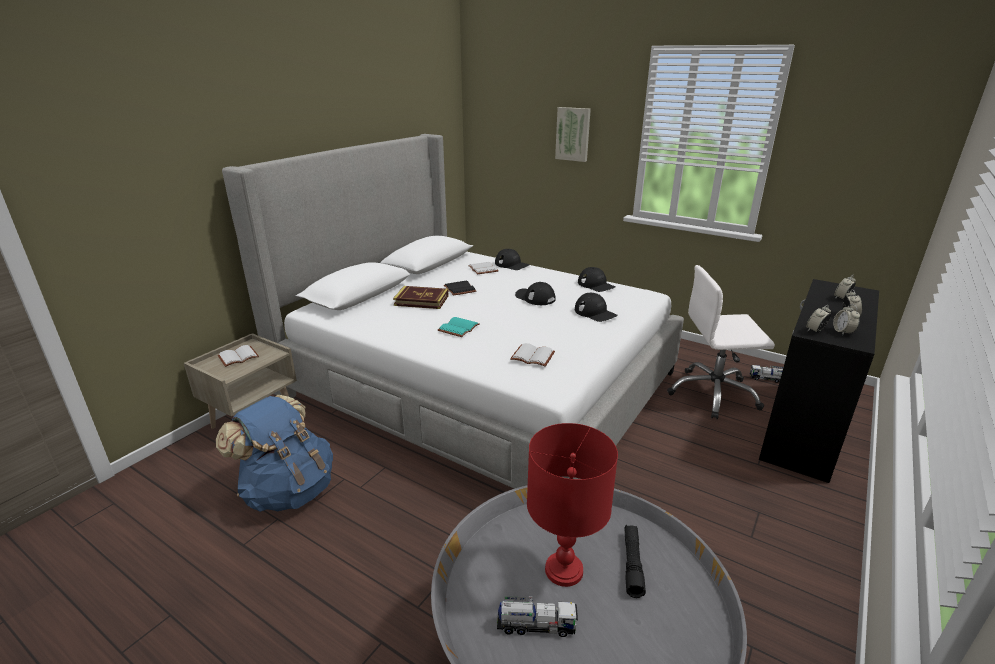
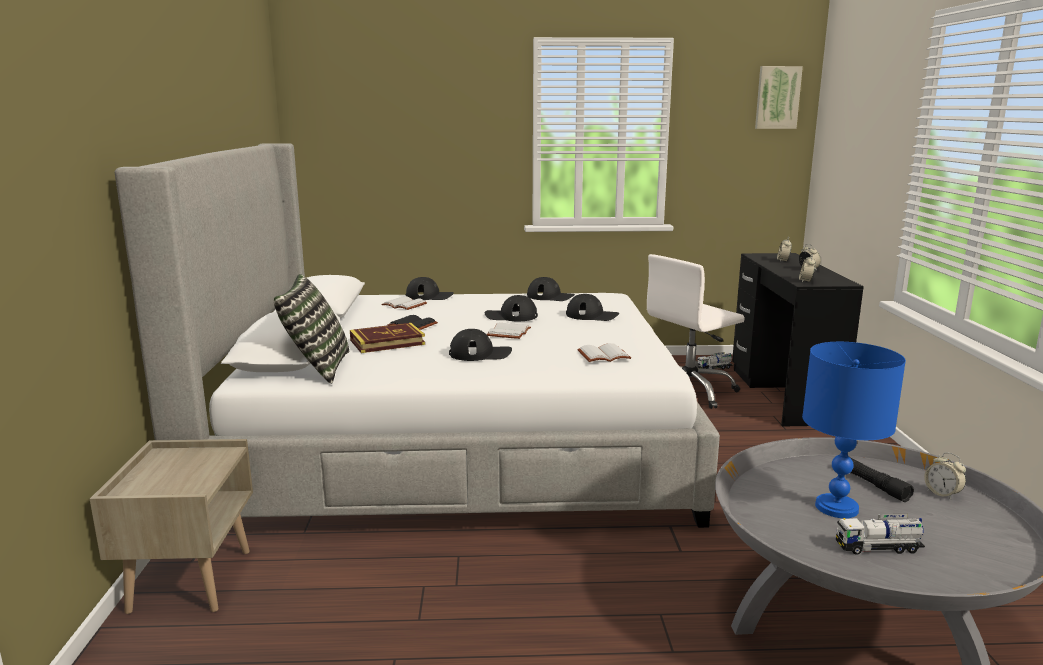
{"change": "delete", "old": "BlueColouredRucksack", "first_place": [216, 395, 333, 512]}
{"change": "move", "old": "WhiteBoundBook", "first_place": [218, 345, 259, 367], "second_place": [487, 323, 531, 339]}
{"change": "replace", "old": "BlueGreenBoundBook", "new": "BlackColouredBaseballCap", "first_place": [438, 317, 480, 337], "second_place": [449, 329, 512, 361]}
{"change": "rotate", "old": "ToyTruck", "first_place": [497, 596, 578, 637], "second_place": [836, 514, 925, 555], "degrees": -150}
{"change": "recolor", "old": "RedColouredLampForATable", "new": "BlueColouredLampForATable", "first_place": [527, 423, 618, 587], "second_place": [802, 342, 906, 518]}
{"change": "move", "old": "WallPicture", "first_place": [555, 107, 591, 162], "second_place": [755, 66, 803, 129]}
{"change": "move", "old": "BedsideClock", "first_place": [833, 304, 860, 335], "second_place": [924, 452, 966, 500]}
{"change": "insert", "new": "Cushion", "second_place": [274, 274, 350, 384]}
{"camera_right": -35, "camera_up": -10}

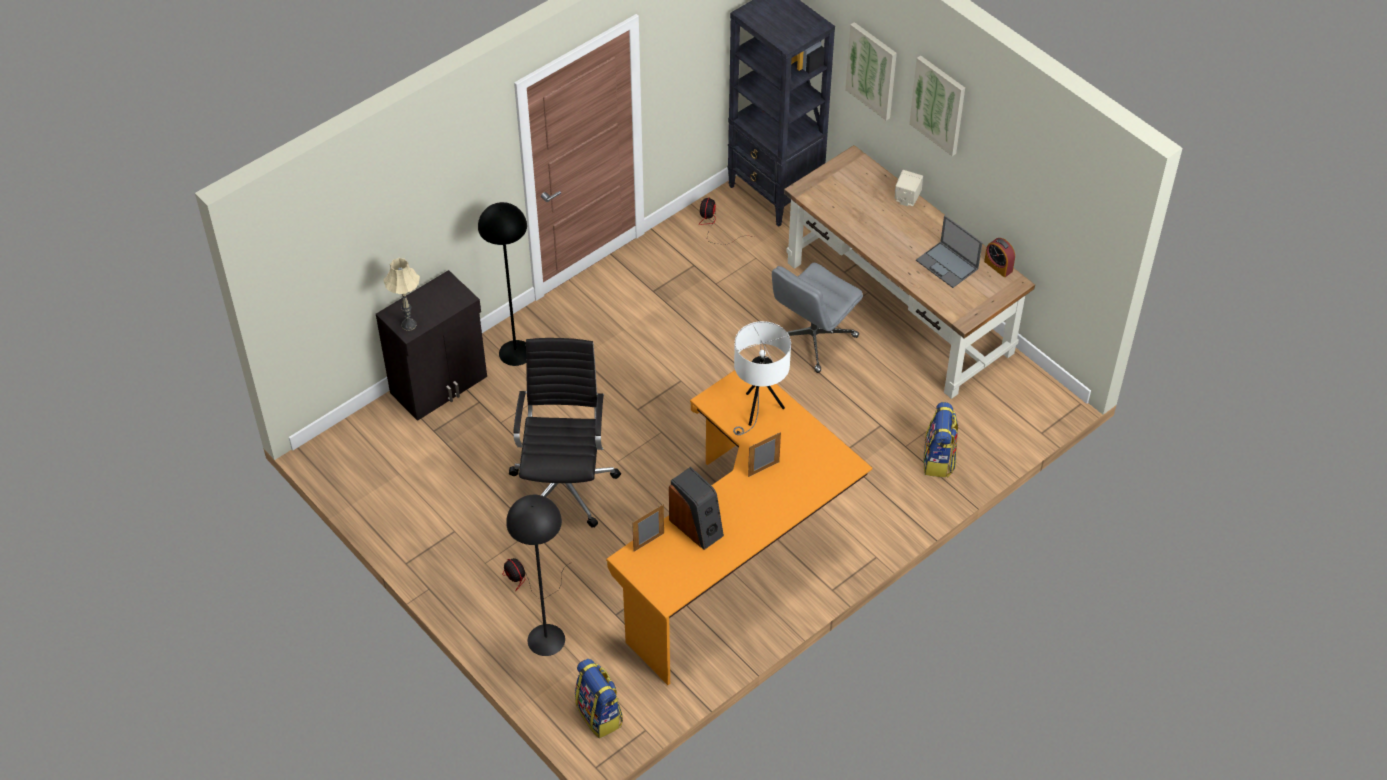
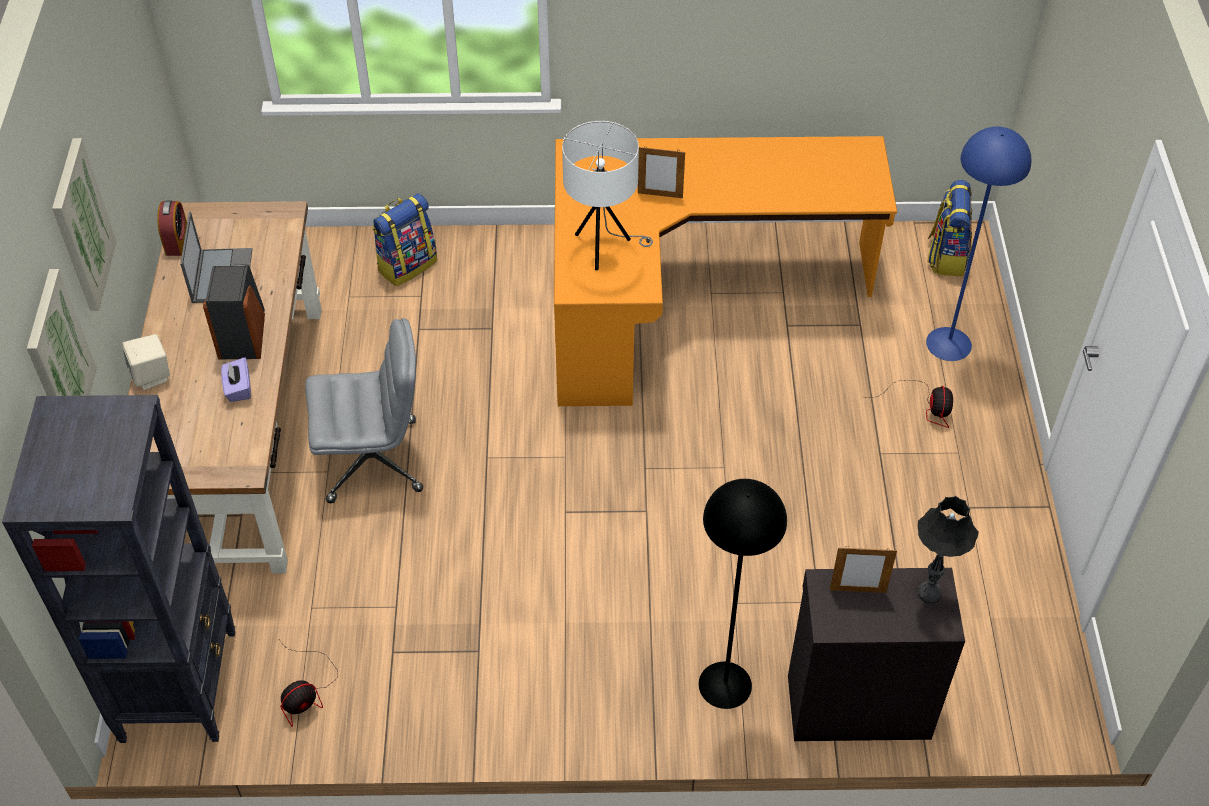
{"change": "recolor", "old": "SandColouredLampForATable", "new": "BlackColouredLampForATable", "first_place": [383, 258, 420, 331], "second_place": [917, 496, 979, 603]}
{"change": "recolor", "old": "BlackColouredStandardLamp", "new": "BlueColouredStandardLamp", "first_place": [506, 495, 565, 656], "second_place": [926, 127, 1031, 361]}
{"change": "delete", "old": "BlackColouredDeskChair", "first_place": [509, 338, 621, 528]}
{"change": "move", "old": "PhotoFrame", "first_place": [632, 504, 664, 552], "second_place": [830, 546, 897, 593]}
{"change": "move", "old": "AudioSpeaker", "first_place": [669, 467, 724, 550], "second_place": [203, 266, 265, 359]}
{"change": "insert", "new": "PurplishBoxOfTissues", "second_place": [221, 357, 251, 402]}
{"camera_right": -140, "camera_up": 0}

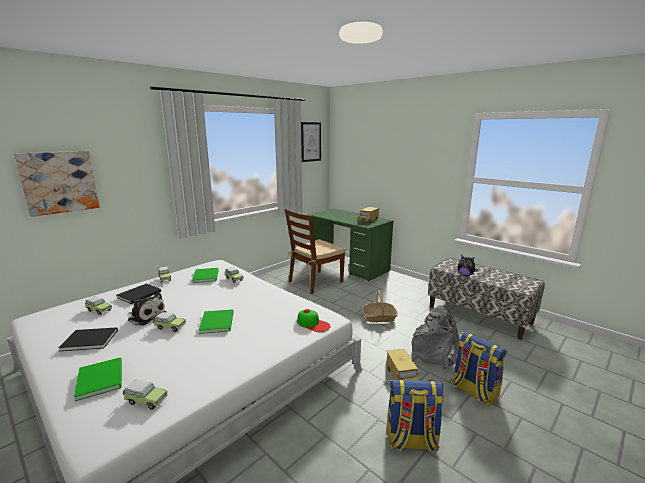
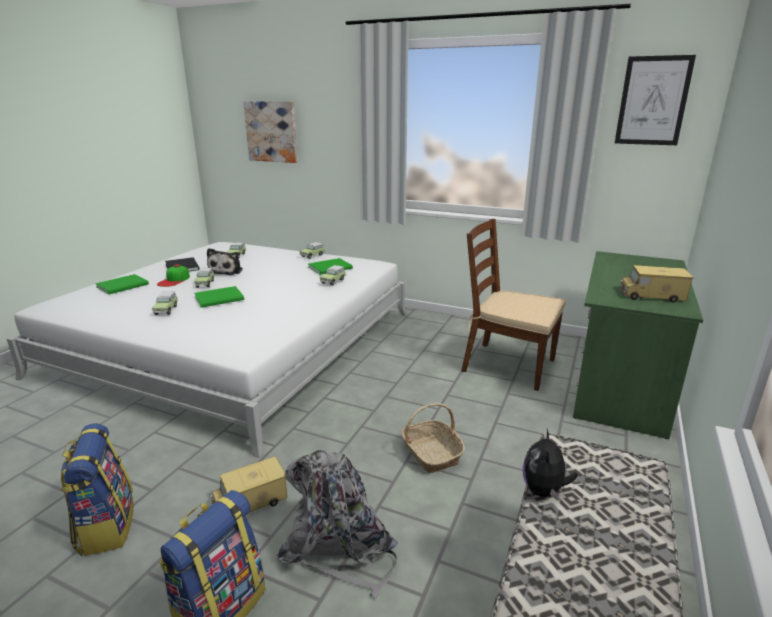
{"change": "delete", "old": "BlackColouredBoundBook", "first_place": [117, 284, 161, 304]}
{"change": "move", "old": "ToyCar", "first_place": [123, 379, 168, 410], "second_place": [152, 291, 178, 315]}
{"change": "move", "old": "BaseballCap", "first_place": [297, 309, 331, 332], "second_place": [157, 264, 190, 287]}
{"camera_right": 70, "camera_up": 5}

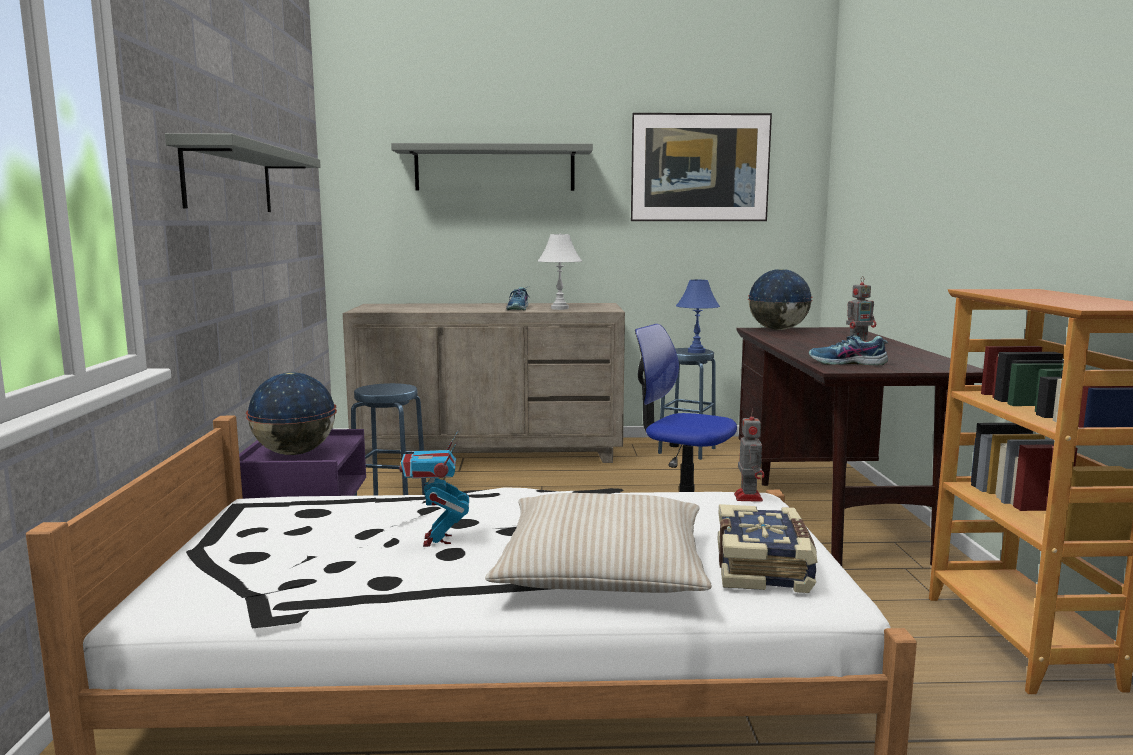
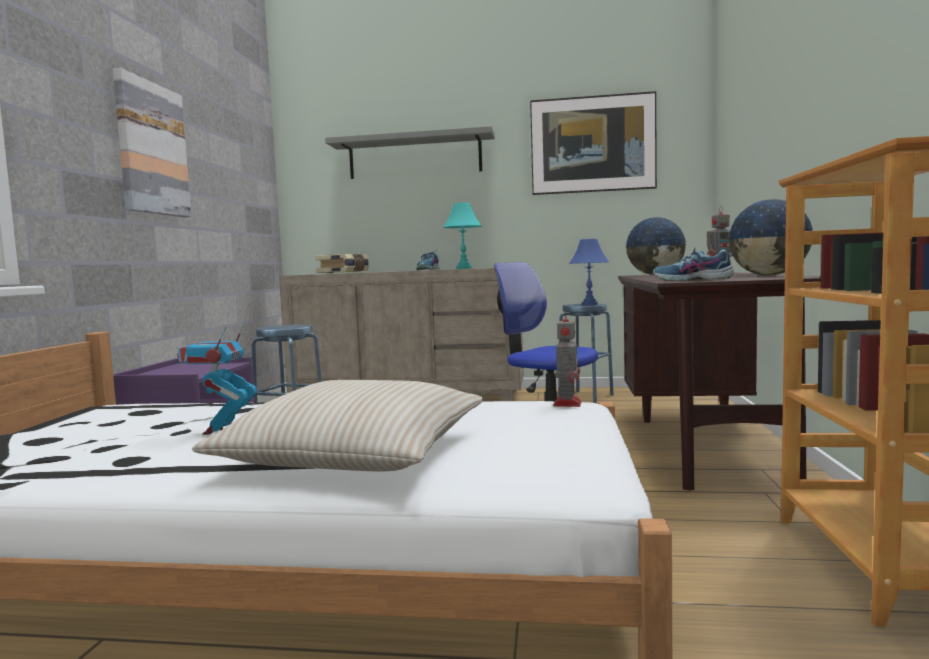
{"change": "replace", "old": "GreyWallShelf", "new": "WallPicture", "first_place": [165, 133, 321, 212], "second_place": [113, 68, 191, 217]}
{"change": "move", "old": "WorldGlobe", "first_place": [246, 372, 337, 455], "second_place": [728, 199, 813, 276]}
{"change": "recolor", "old": "WhiteLampForATable", "new": "BlueGreenLampForATable", "first_place": [538, 234, 582, 310], "second_place": [443, 202, 482, 269]}
{"change": "move", "old": "BoundBook", "first_place": [718, 504, 817, 593], "second_place": [315, 253, 369, 274]}
{"camera_right": 10, "camera_up": -5}

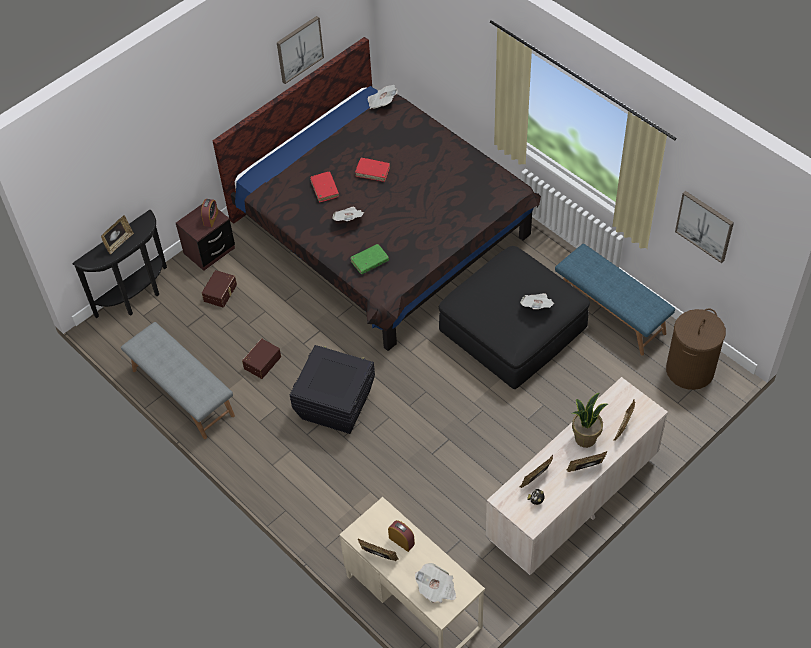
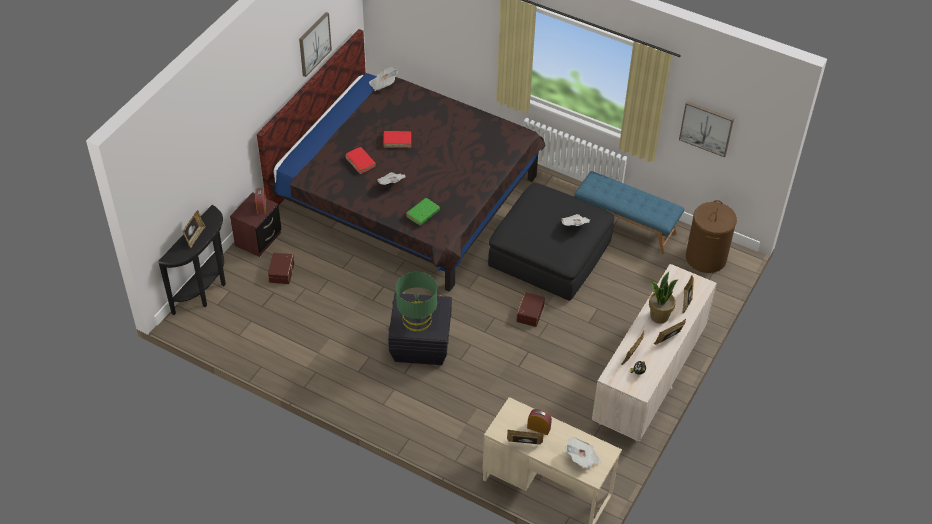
{"change": "delete", "old": "GreyLongSeat", "first_place": [121, 322, 235, 439]}
{"change": "move", "old": "BrownStorageBox", "first_place": [242, 338, 281, 379], "second_place": [516, 292, 545, 327]}
{"change": "insert", "new": "GreenColouredLampForATable", "second_place": [396, 272, 437, 331]}
{"camera_right": -20, "camera_up": -5}

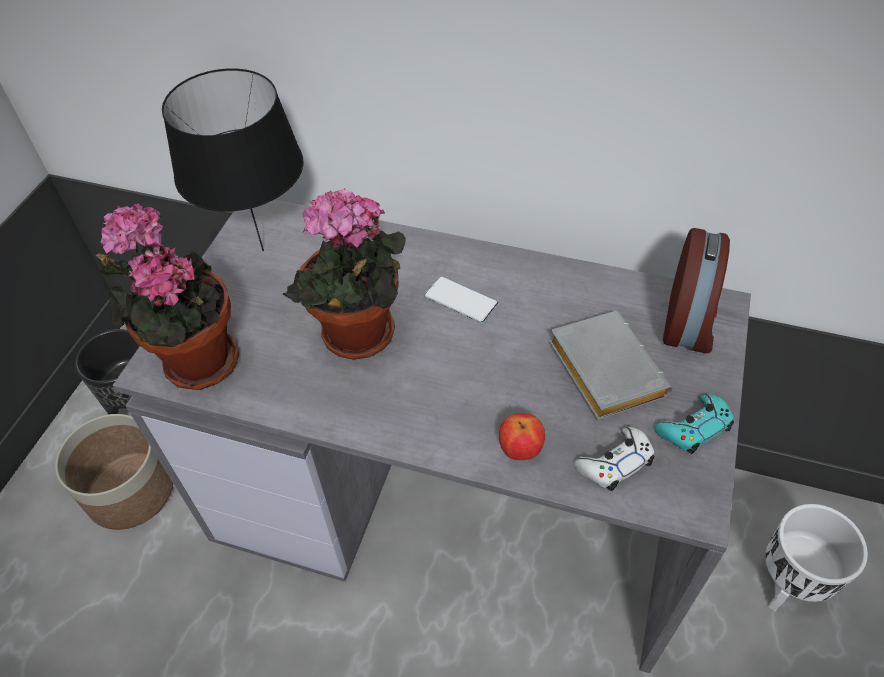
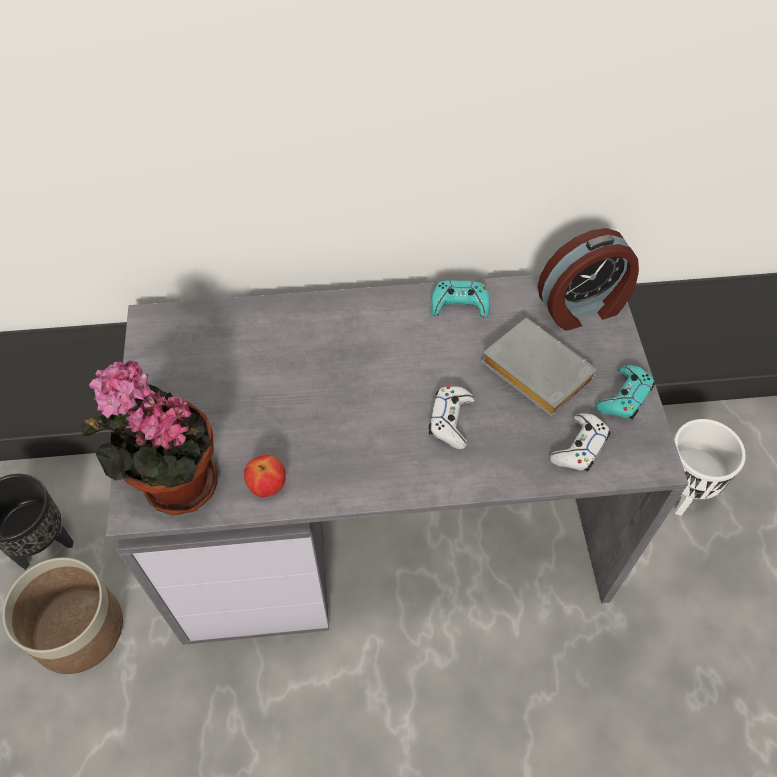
{"change": "delete", "old": "BlackColouredLampForATable", "first_place": [162, 69, 303, 251]}
{"change": "delete", "old": "PottedPlant", "first_place": [283, 189, 406, 360]}
{"change": "delete", "old": "Telephone", "first_place": [424, 276, 498, 323]}
{"change": "move", "old": "Apple", "first_place": [499, 413, 545, 460], "second_place": [244, 455, 286, 497]}
{"change": "rotate", "old": "BedsideClock", "first_place": [663, 228, 730, 353], "second_place": [538, 228, 639, 331], "degrees": 75}
{"change": "insert", "new": "WhiteGameController", "second_place": [429, 386, 475, 449]}
{"change": "insert", "new": "BlueGreenGameController", "second_place": [431, 280, 490, 318]}
{"camera_right": -25, "camera_up": 5}

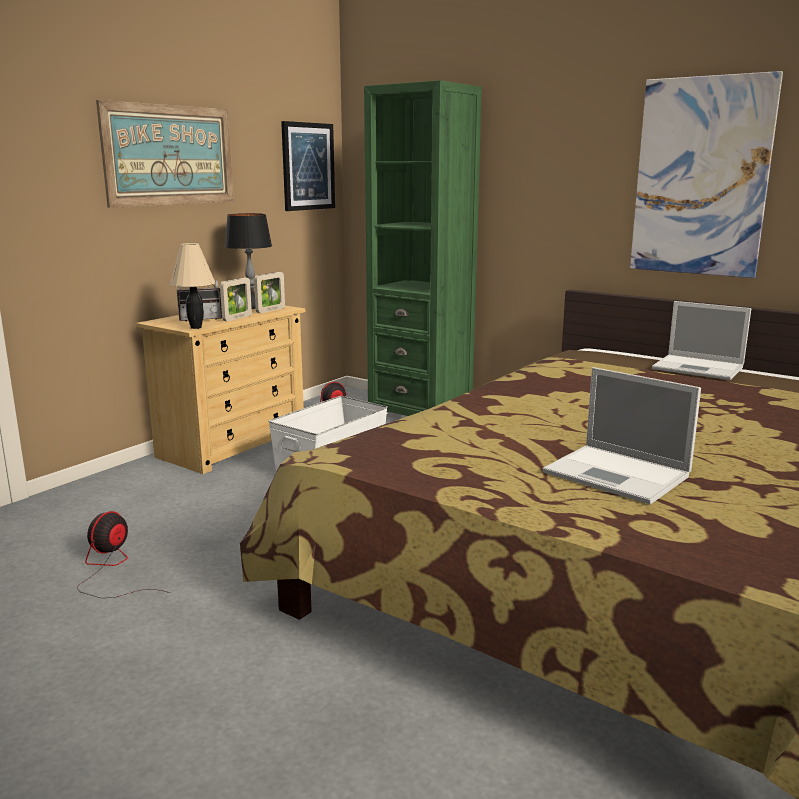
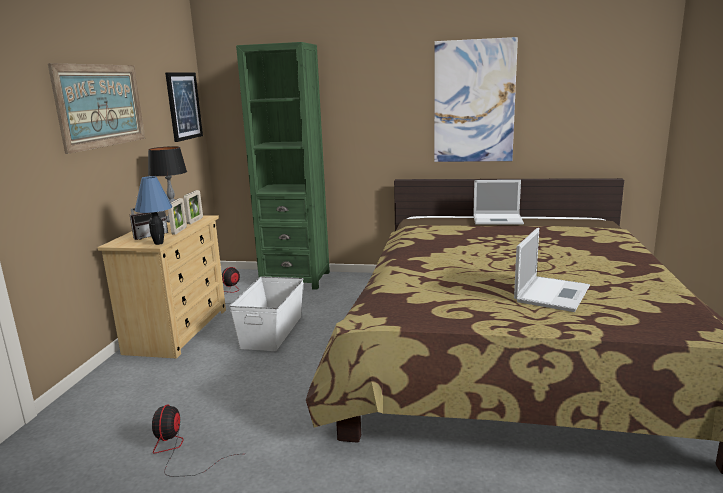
{"change": "recolor", "old": "SandColouredLampForATable", "new": "BlueColouredLampForATable", "first_place": [170, 243, 215, 329], "second_place": [135, 176, 172, 245]}
{"change": "rotate", "old": "PortableComputer", "first_place": [543, 367, 701, 504], "second_place": [514, 228, 590, 312], "degrees": -75}
{"camera_right": -25, "camera_up": 0}

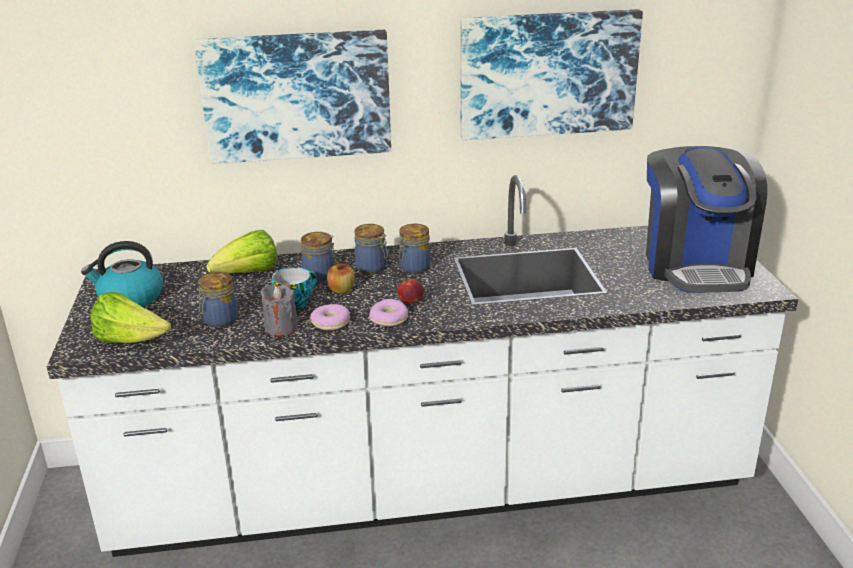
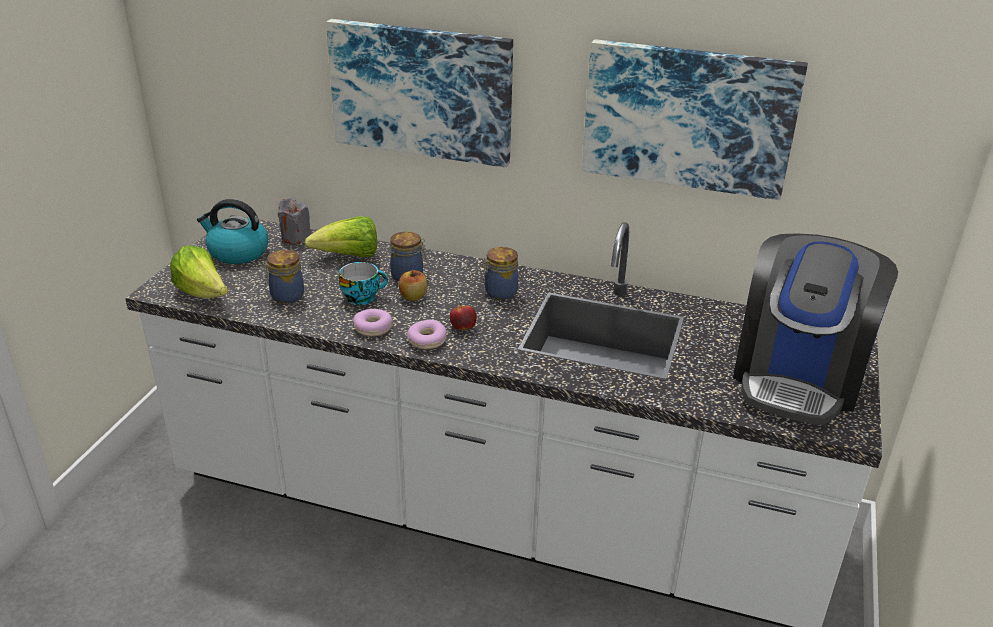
{"change": "move", "old": "GreyCandle", "first_place": [260, 285, 298, 337], "second_place": [278, 198, 311, 244]}
{"change": "delete", "old": "StorageJar", "first_place": [354, 224, 388, 273]}
{"camera_right": 25, "camera_up": 5}

